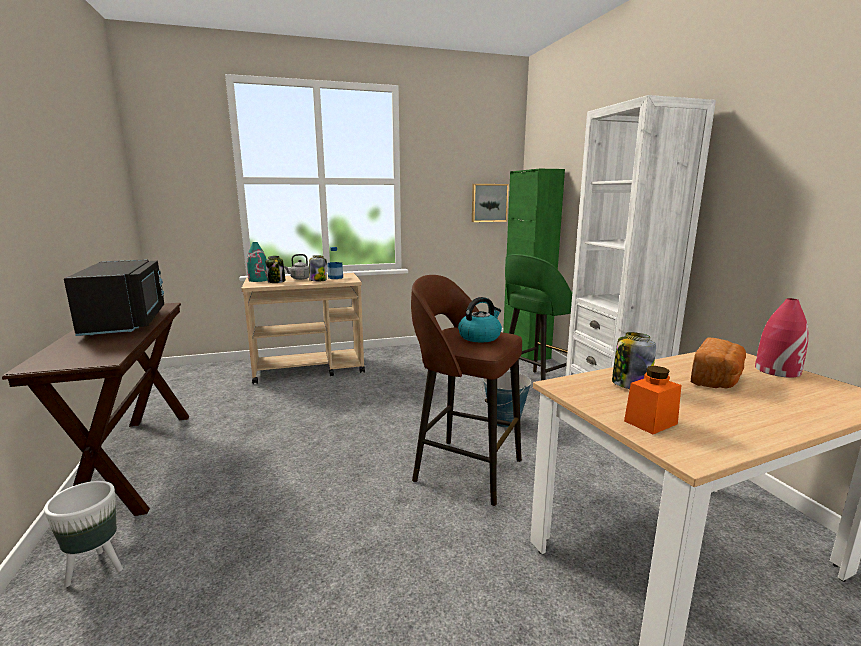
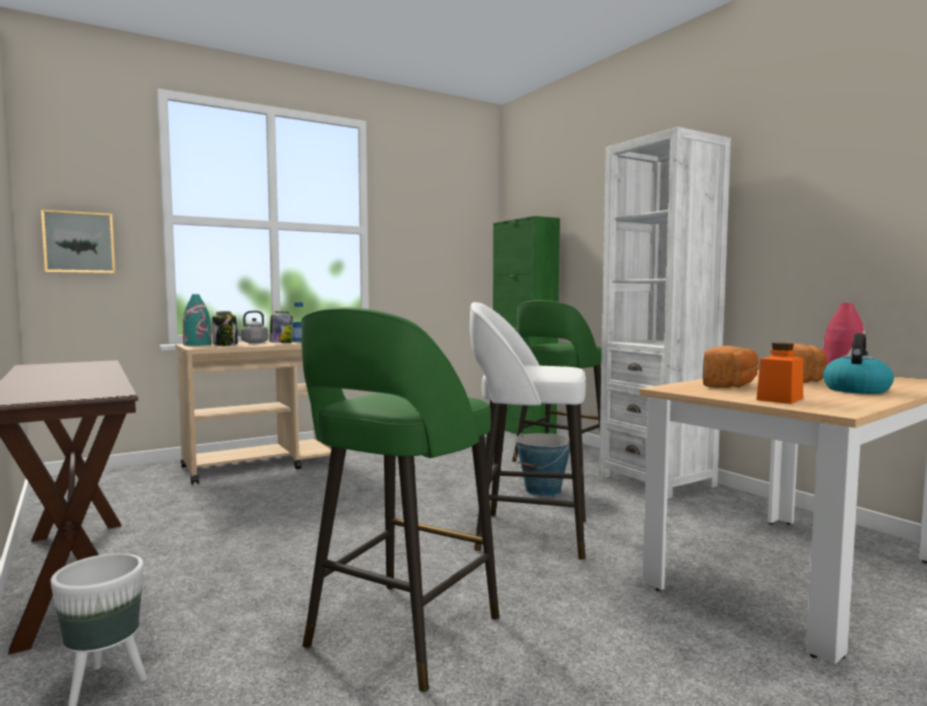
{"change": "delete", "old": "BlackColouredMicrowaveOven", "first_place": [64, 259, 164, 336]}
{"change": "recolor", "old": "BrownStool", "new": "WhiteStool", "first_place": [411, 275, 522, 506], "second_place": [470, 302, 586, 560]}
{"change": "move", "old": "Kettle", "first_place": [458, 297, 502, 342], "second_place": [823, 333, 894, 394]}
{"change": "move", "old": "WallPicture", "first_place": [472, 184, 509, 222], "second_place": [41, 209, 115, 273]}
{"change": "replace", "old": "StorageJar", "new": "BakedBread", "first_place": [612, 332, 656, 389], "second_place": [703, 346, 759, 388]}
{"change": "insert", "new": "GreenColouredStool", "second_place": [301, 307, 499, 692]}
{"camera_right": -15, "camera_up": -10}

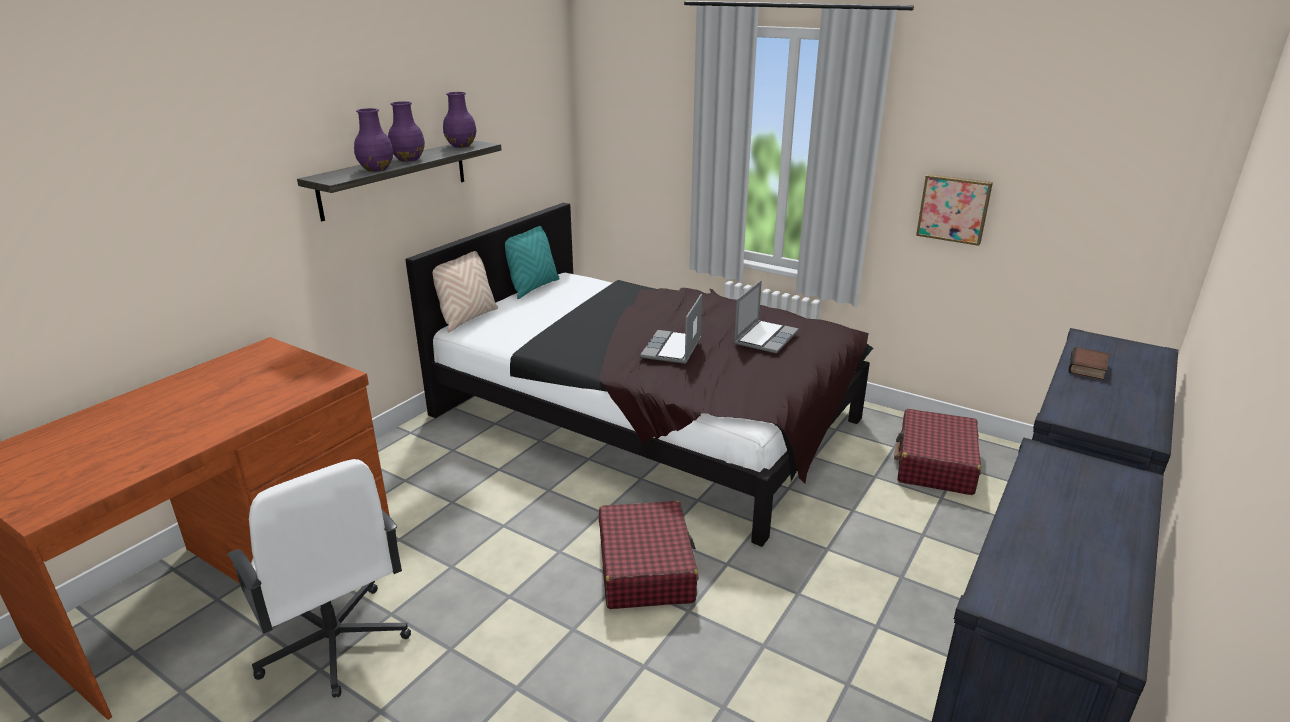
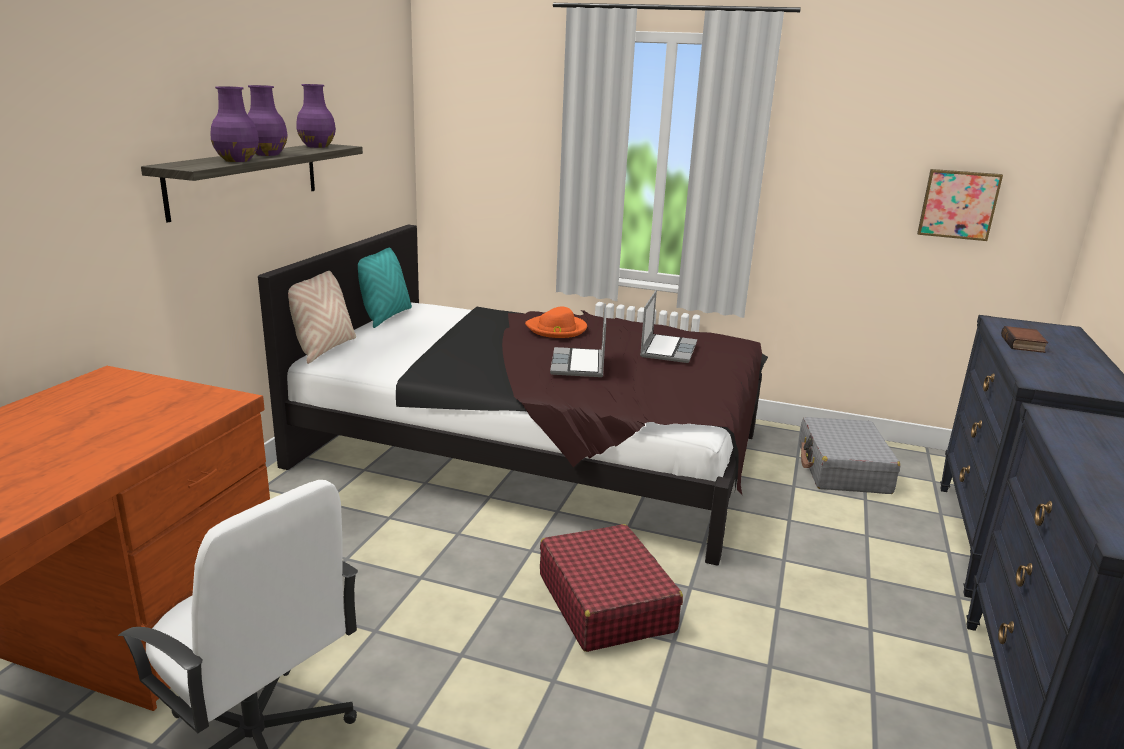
{"change": "recolor", "old": "RedColouredPieceOfLuggage", "new": "GreyPieceOfLuggage", "first_place": [894, 409, 981, 495], "second_place": [799, 417, 900, 494]}
{"change": "move", "old": "WallPicture", "first_place": [916, 174, 993, 246], "second_place": [917, 169, 1003, 241]}
{"change": "insert", "new": "OrangeWearableHat", "second_place": [525, 307, 587, 338]}
{"camera_right": -15, "camera_up": -5}

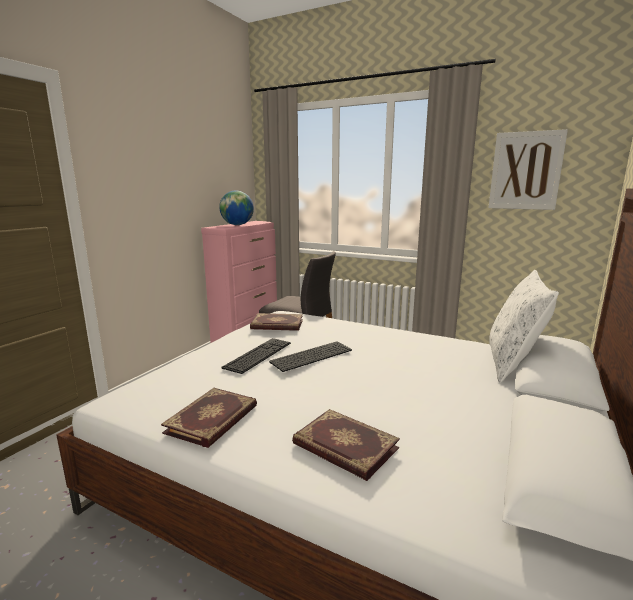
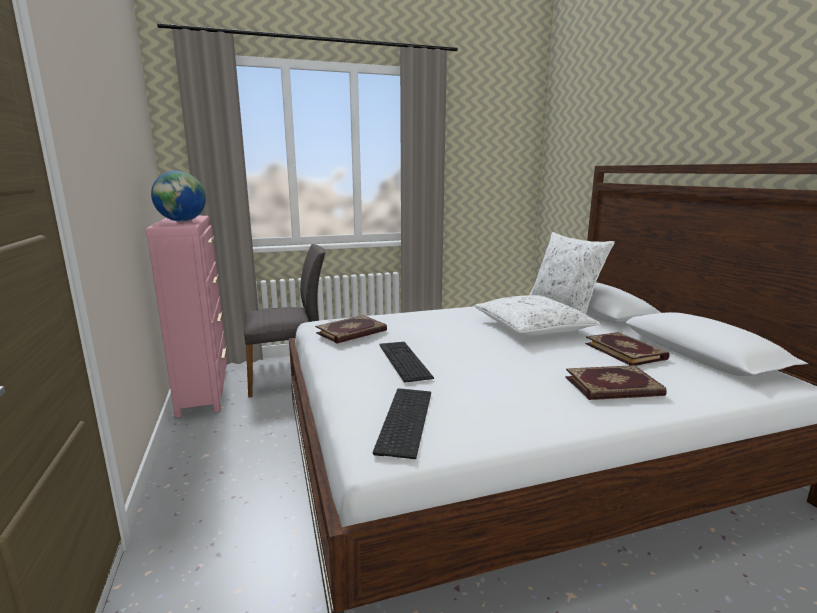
{"change": "move", "old": "BoundBook", "first_place": [161, 388, 257, 448], "second_place": [585, 332, 670, 366]}
{"change": "move", "old": "Keyboard", "first_place": [269, 341, 352, 372], "second_place": [373, 388, 431, 459]}
{"change": "delete", "old": "WallPicture", "first_place": [489, 129, 568, 210]}
{"change": "insert", "new": "WhiteCushion", "second_place": [474, 295, 600, 336]}
{"camera_right": -45, "camera_up": 0}

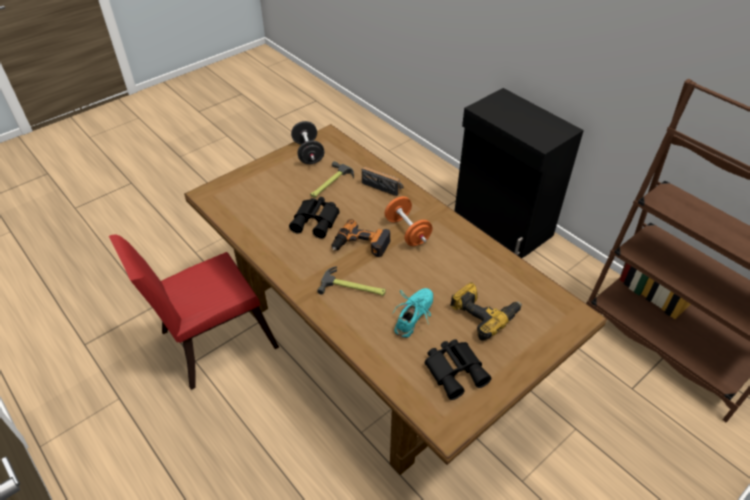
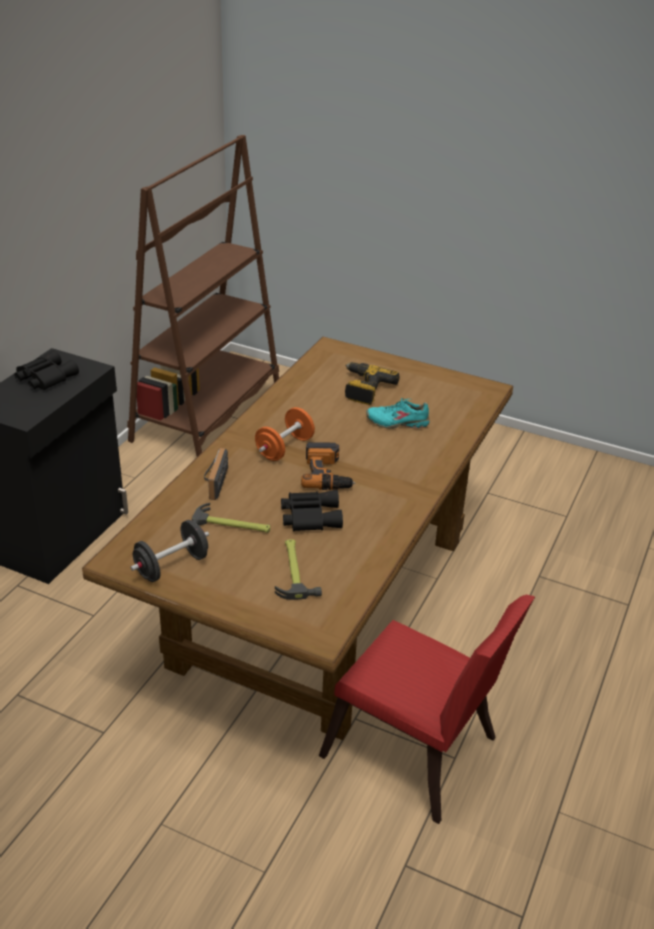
{"change": "move", "old": "ToolHammer", "first_place": [317, 266, 385, 296], "second_place": [275, 539, 322, 600]}
{"change": "move", "old": "BlackColouredFieldGlasses", "first_place": [425, 339, 491, 400], "second_place": [14, 350, 79, 390]}
{"camera_right": -115, "camera_up": -10}

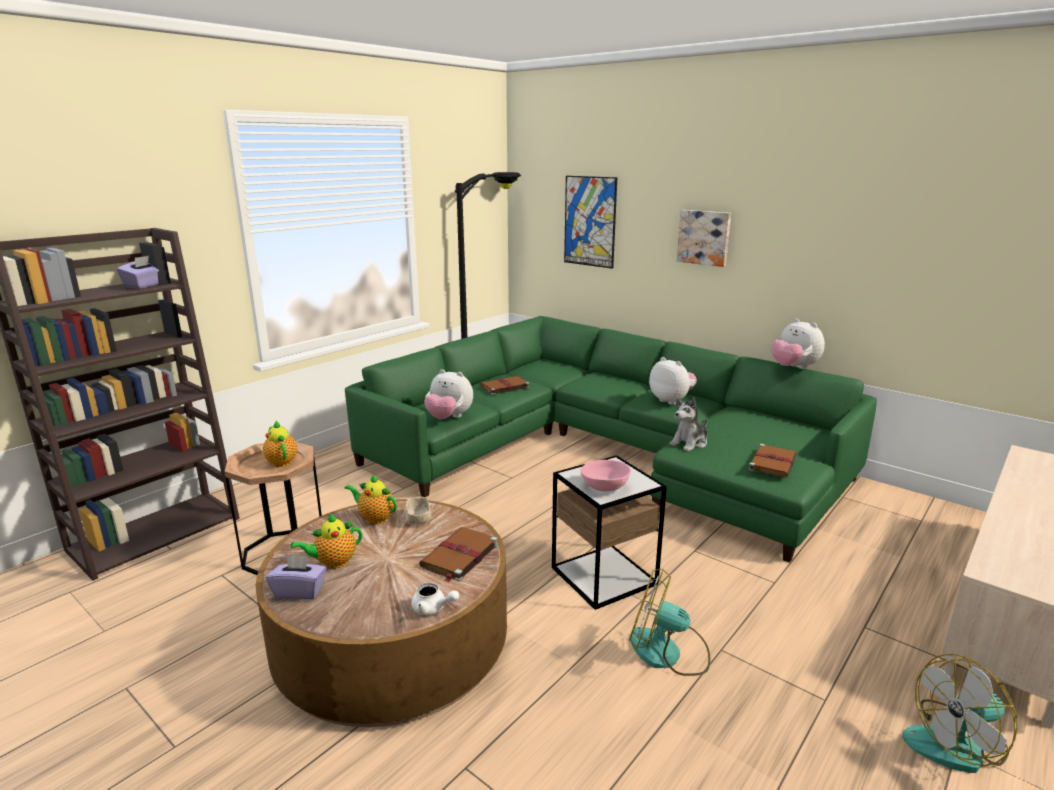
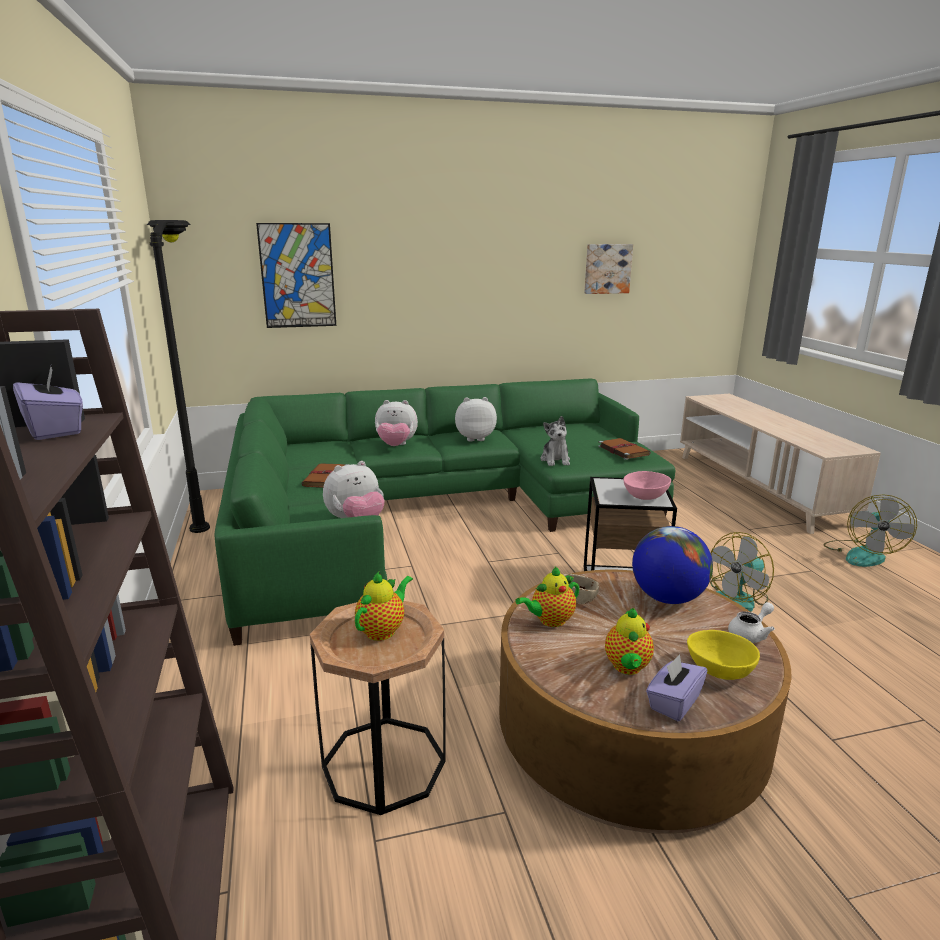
{"change": "rotate", "old": "TeaPot", "first_place": [263, 420, 297, 467], "second_place": [355, 572, 413, 641], "degrees": 120}
{"change": "replace", "old": "BrownBoundBook", "new": "WorldGlobe", "first_place": [419, 527, 498, 582], "second_place": [632, 526, 713, 604]}
{"change": "move", "old": "WallPicture", "first_place": [677, 210, 731, 267], "second_place": [584, 244, 633, 294]}
{"change": "move", "old": "CuddlyToy", "first_place": [771, 319, 825, 369], "second_place": [375, 400, 418, 446]}
{"change": "insert", "new": "YellowishDeepDish", "second_place": [687, 630, 760, 680]}
{"camera_right": -55, "camera_up": 0}

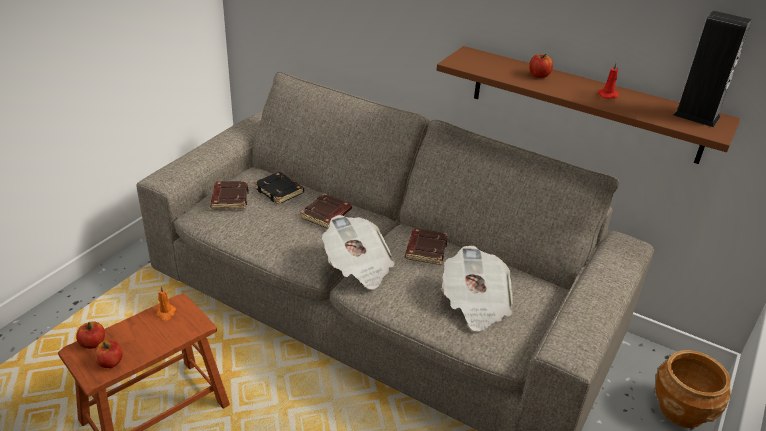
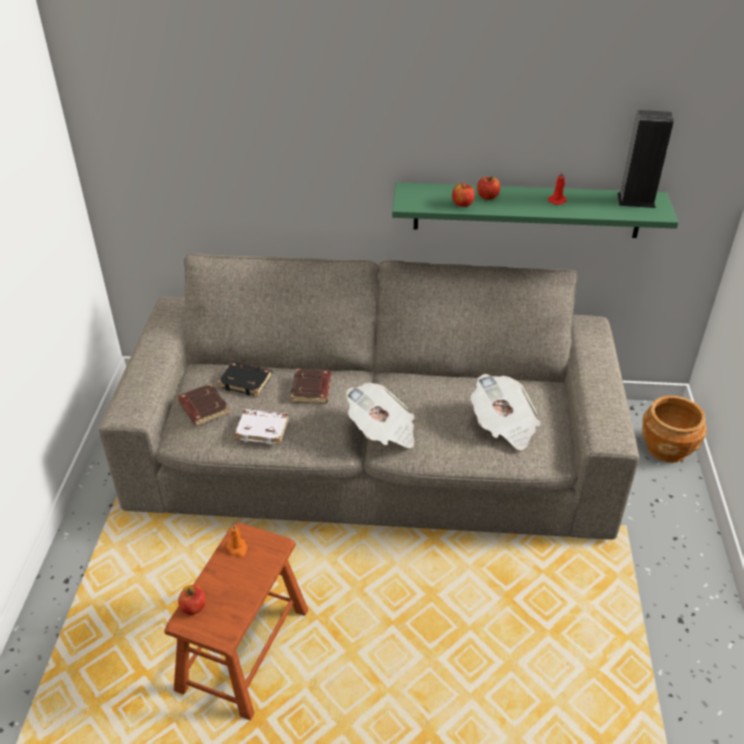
{"change": "move", "old": "Apple", "first_place": [95, 340, 123, 368], "second_place": [452, 183, 475, 207]}
{"change": "delete", "old": "BrownBoundBook", "first_place": [405, 228, 448, 265]}
{"change": "recolor", "old": "BrownWallShelf", "new": "GreenColouredWallShelf", "first_place": [436, 46, 740, 164], "second_place": [392, 182, 679, 238]}
{"change": "insert", "new": "WhiteBoundBook", "second_place": [234, 409, 289, 445]}
{"camera_right": -25, "camera_up": 5}

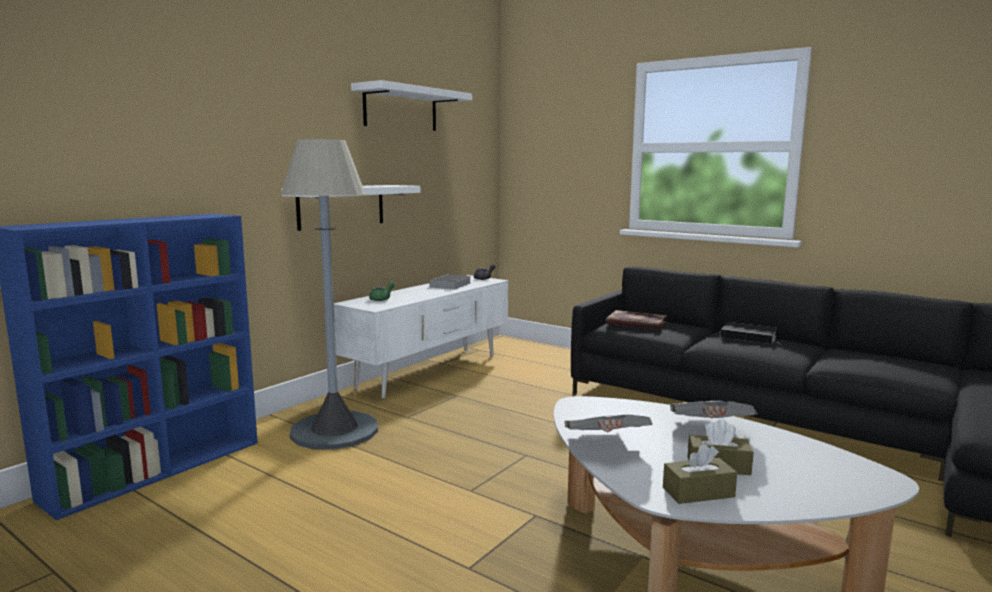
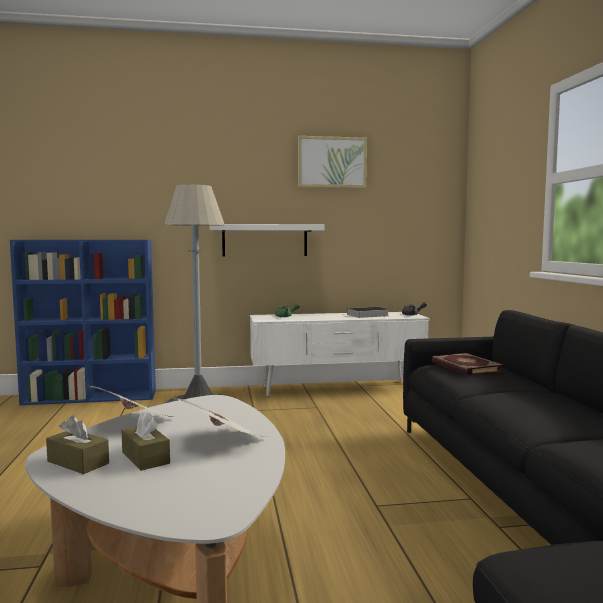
{"change": "replace", "old": "WhiteWallShelf", "new": "WallPicture", "first_place": [351, 80, 472, 131], "second_place": [298, 136, 367, 188]}
{"change": "delete", "old": "BoundBook", "first_place": [720, 322, 782, 345]}
{"camera_right": 45, "camera_up": -5}

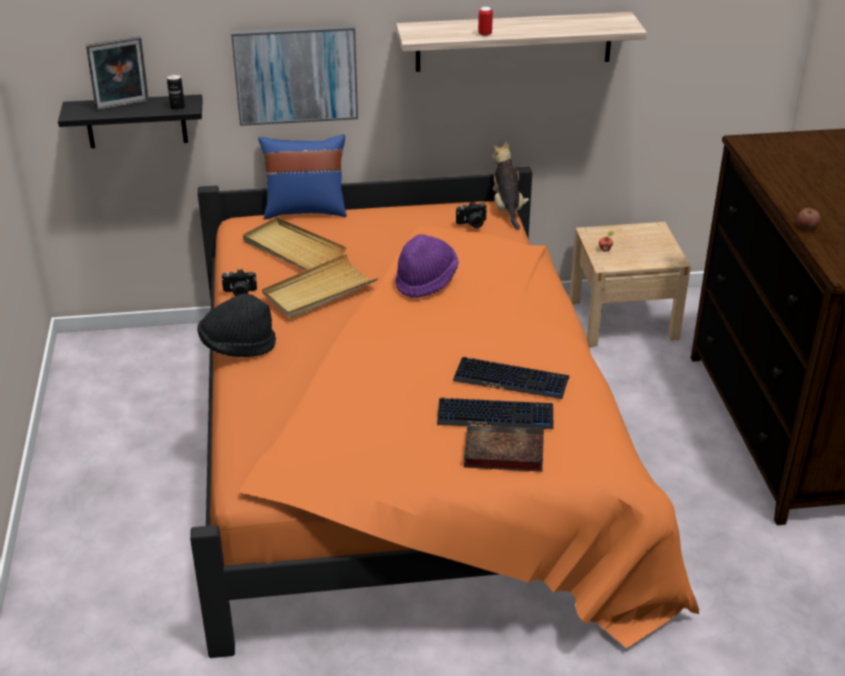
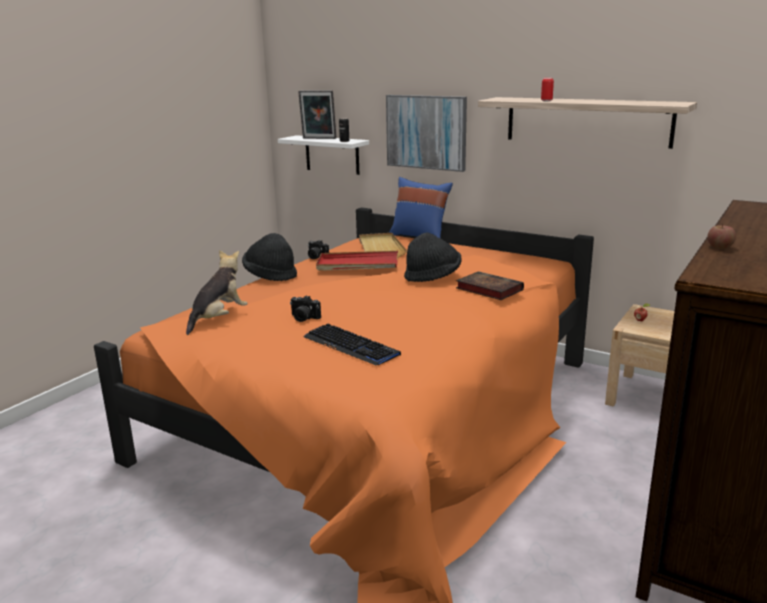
{"change": "recolor", "old": "BlackColouredWallShelf", "new": "WhiteWallShelf", "first_place": [58, 94, 203, 148], "second_place": [278, 135, 369, 175]}
{"change": "recolor", "old": "SandColouredCarryingTray", "new": "RedColouredCarryingTray", "first_place": [262, 254, 378, 318], "second_place": [316, 251, 398, 271]}
{"change": "recolor", "old": "PurplishWearableHat", "new": "BlackColouredWearableHat", "first_place": [395, 234, 459, 298], "second_place": [404, 232, 462, 282]}
{"change": "delete", "old": "Keyboard", "first_place": [453, 357, 569, 399]}
{"change": "move", "old": "StillCamera", "first_place": [456, 201, 487, 228], "second_place": [290, 295, 321, 322]}
{"change": "move", "old": "BoundBook", "first_place": [464, 425, 544, 472], "second_place": [456, 271, 524, 300]}
{"change": "move", "old": "CuddlyToy", "first_place": [492, 141, 529, 230], "second_place": [186, 250, 248, 335]}
{"camera_right": 40, "camera_up": -15}

